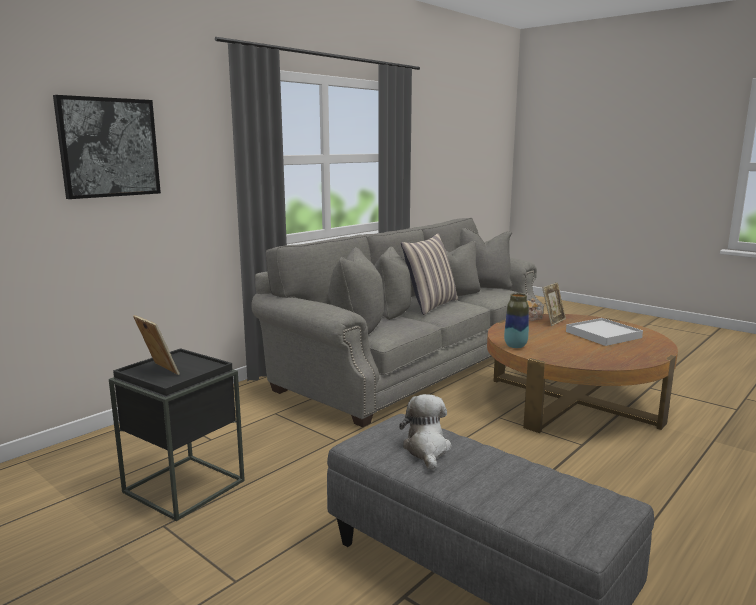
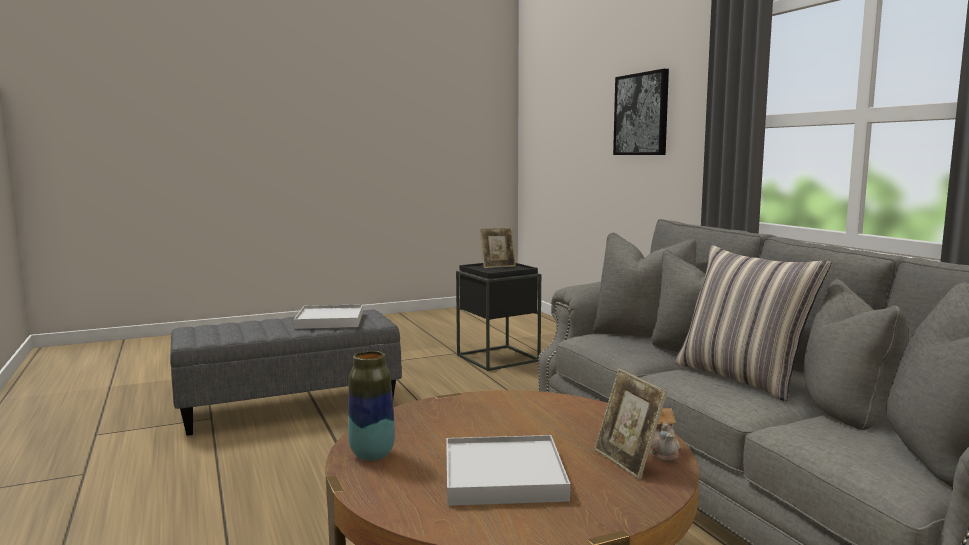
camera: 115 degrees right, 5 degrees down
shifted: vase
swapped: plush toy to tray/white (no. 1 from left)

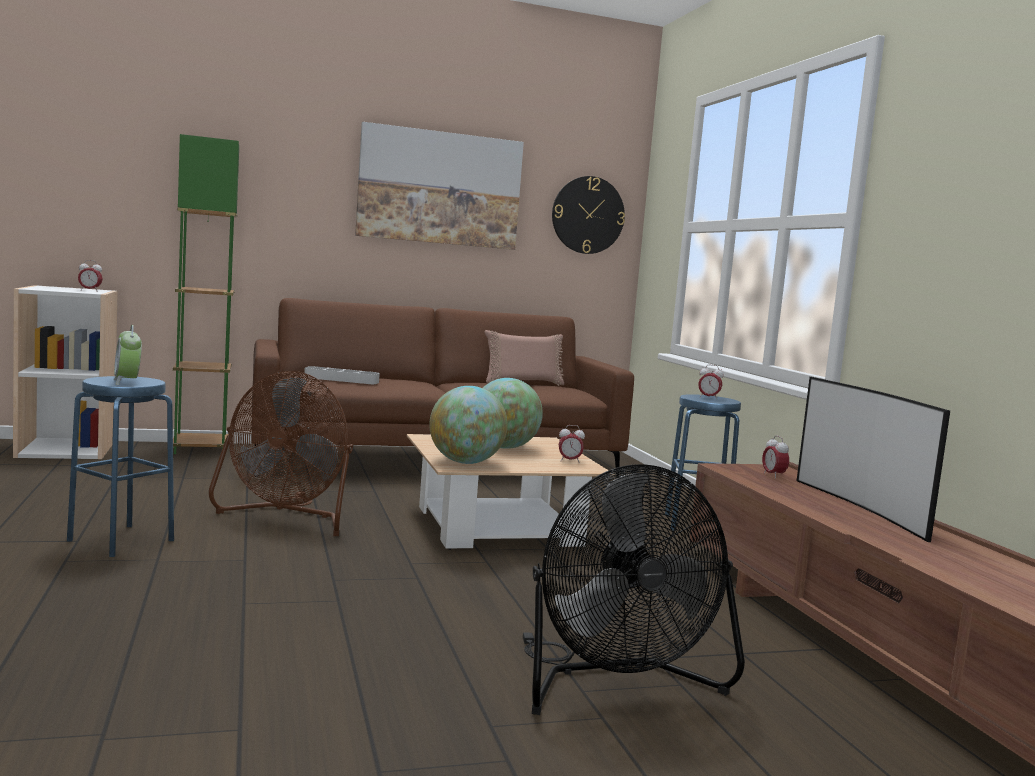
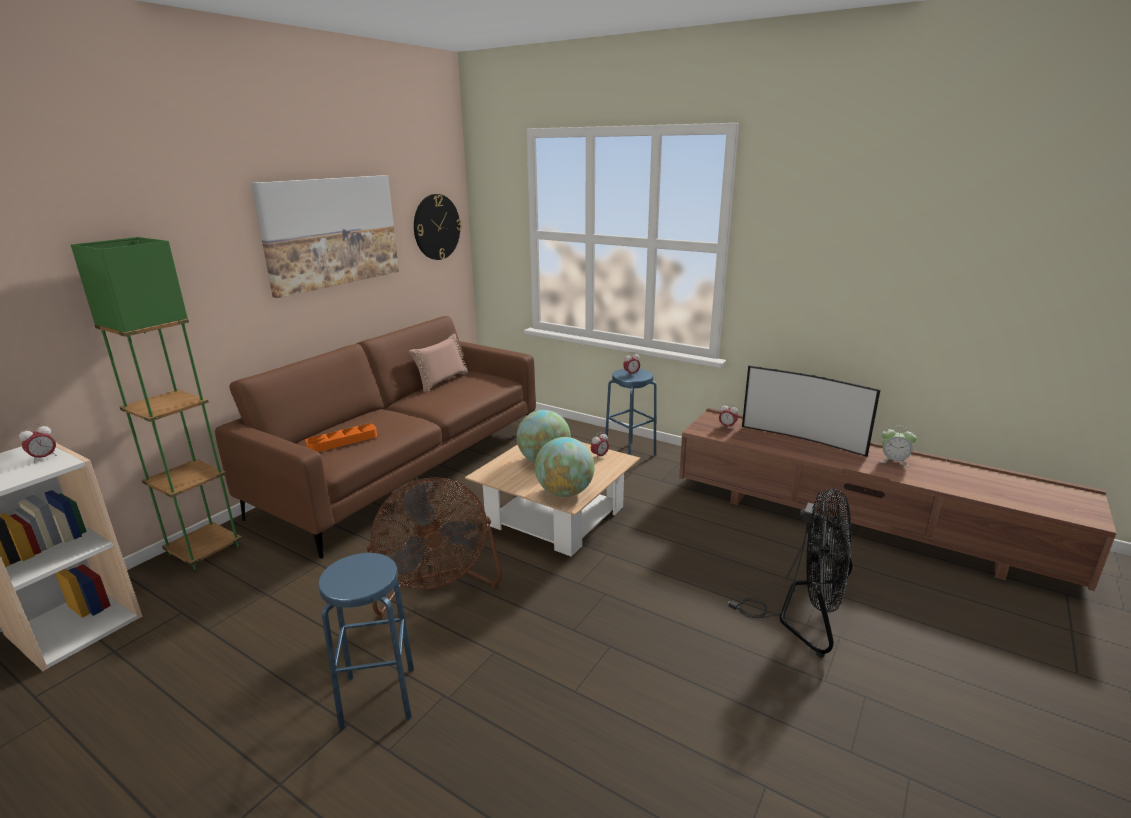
camera: 40 degrees left, 15 degrees up
shifted: alarm clock (no. 2 from left in the first image) to alarm clock (no. 5 from left)
repainted: tray/grey to tray/orange

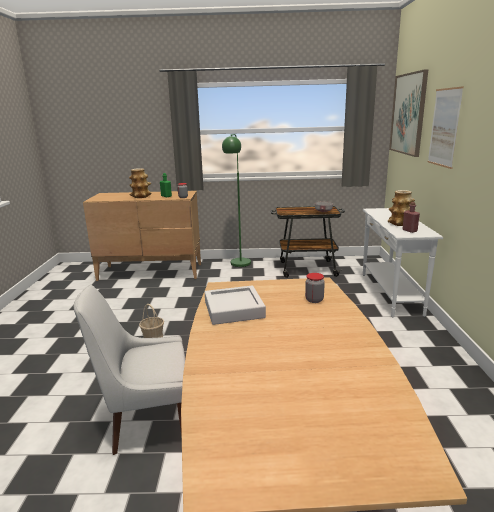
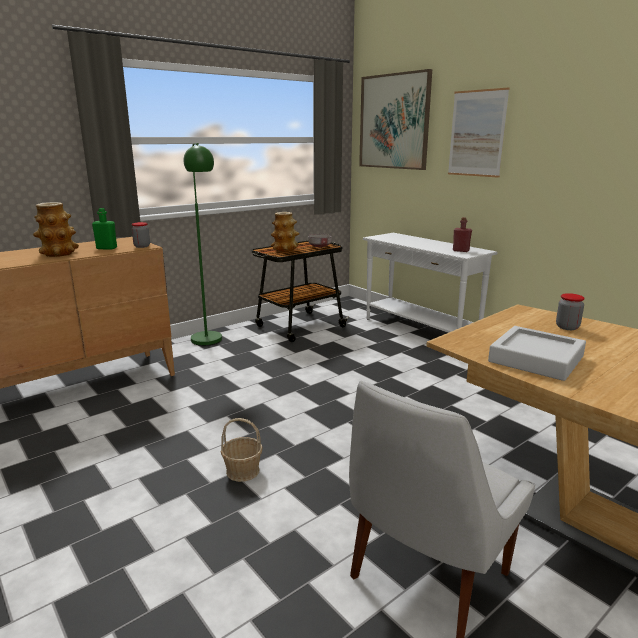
camera: 40 degrees left, 0 degrees up
shifted: vase (no. 2 from left)

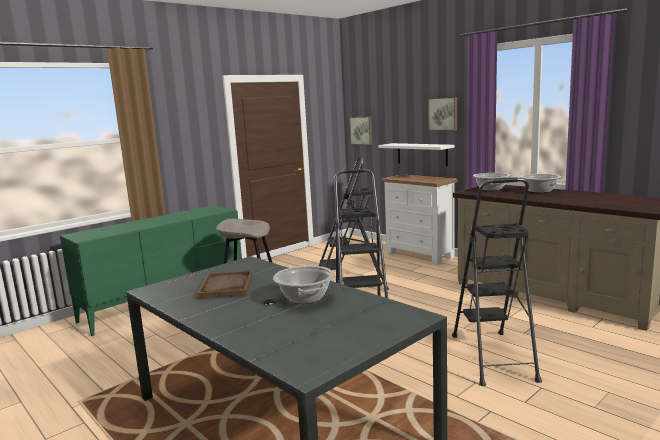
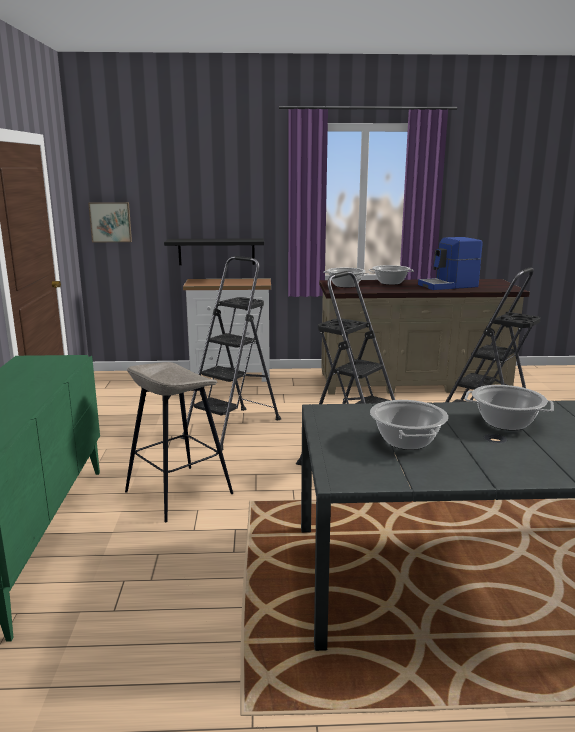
camera: 50 degrees left, 5 degrees up
gone: picture (no. 2 from left)
new: coffee machine
swapped: tray/brown to cooking pot (no. 3 from left)
repainted: shelf/white to shelf/black

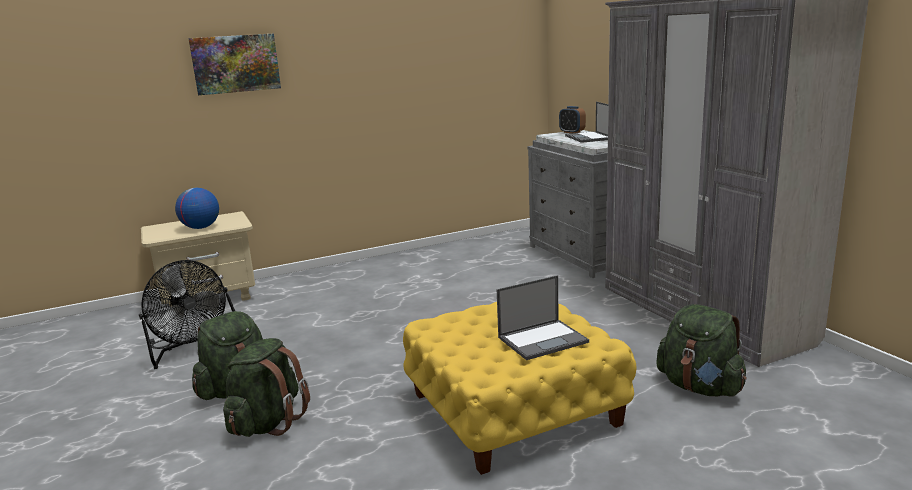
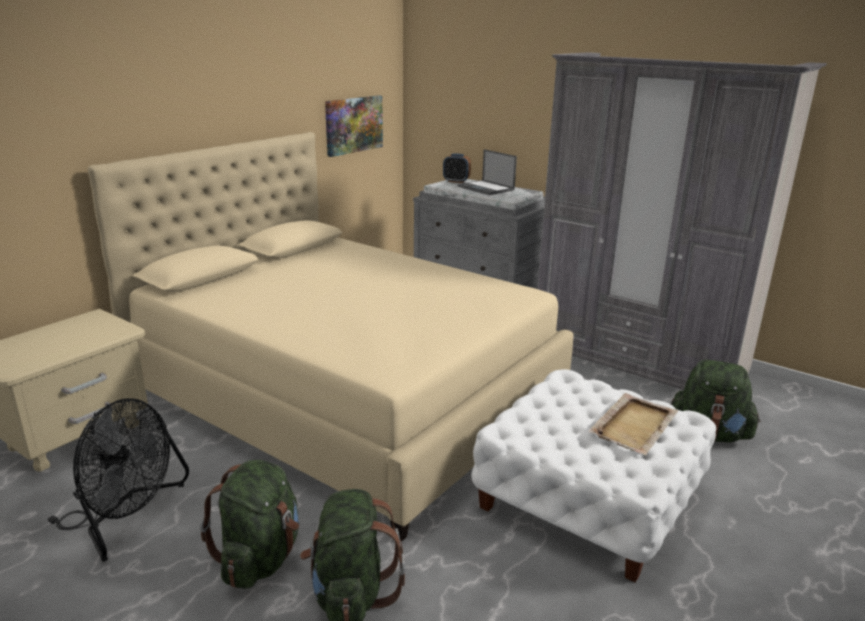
camera: 30 degrees left, 5 degrees up
gone: globe
new: bed/beige
shifted: picture
swapped: laptop (no. 1 from left) to tray/beige
repainted: ottoman/yellow to ottoman/white

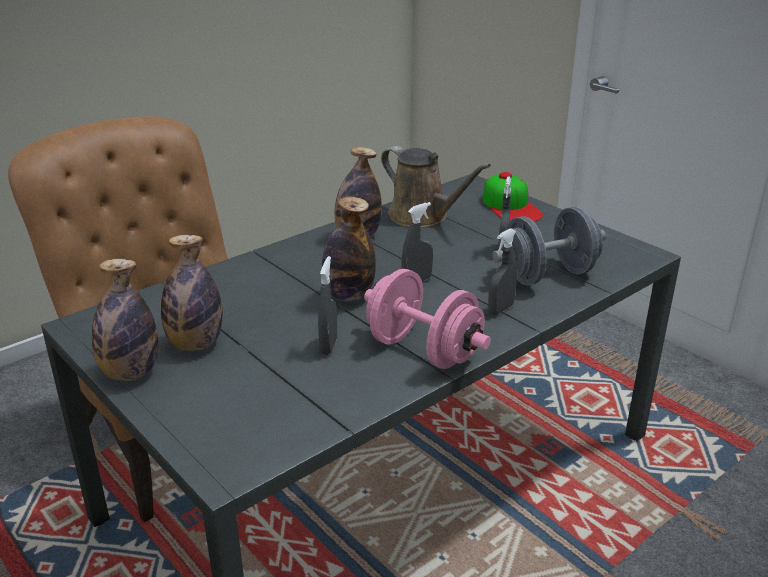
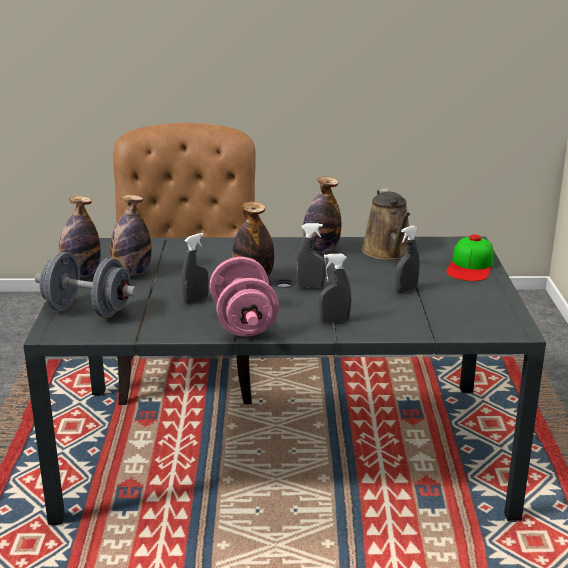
camera: 40 degrees right, 5 degrees down
shifted: dumbbell/grey

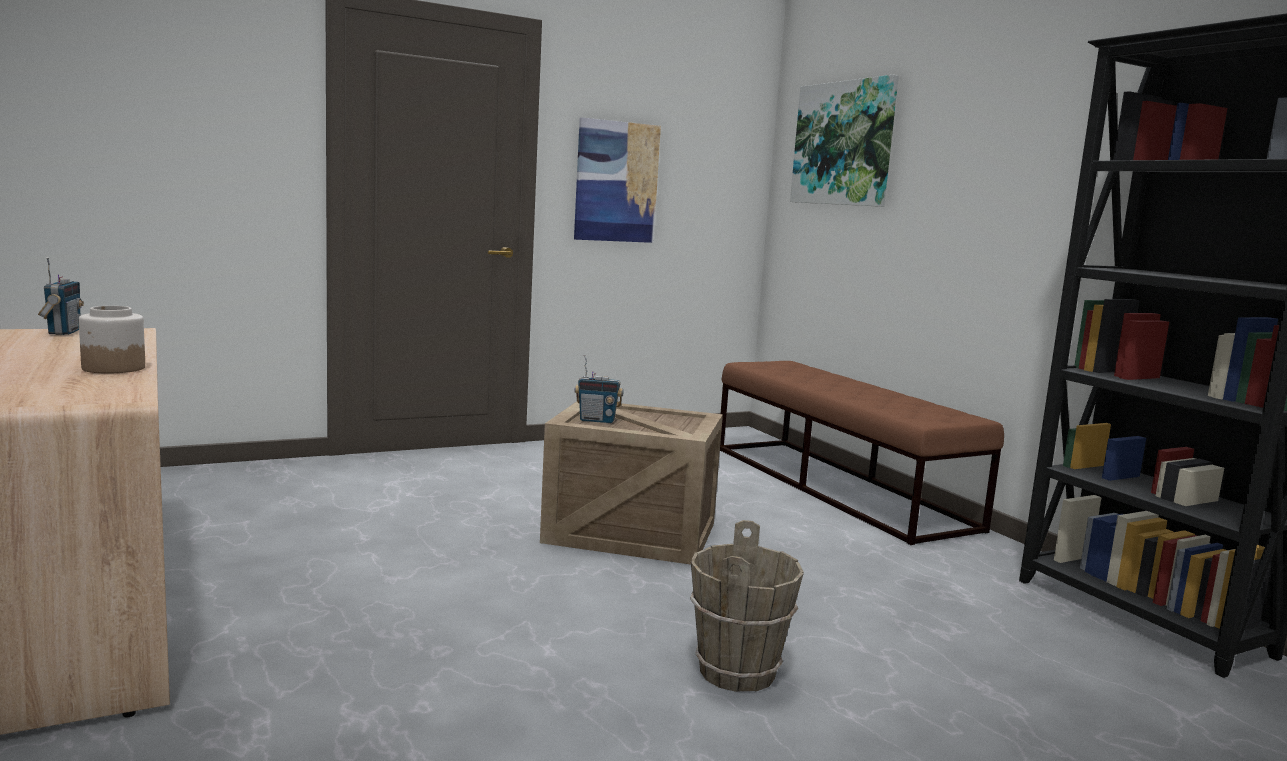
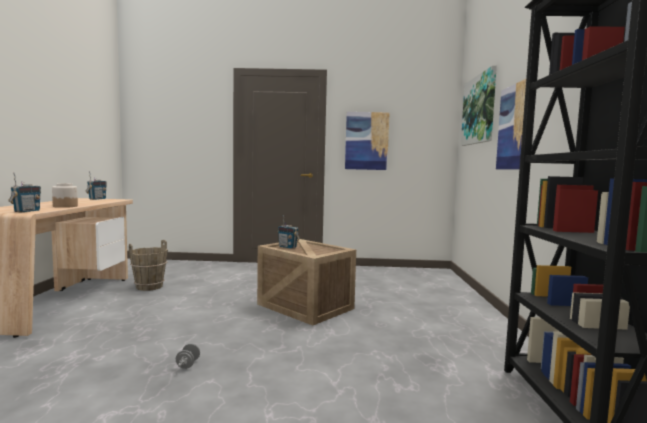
camera: 30 degrees right, 5 degrees down
gone: bench/brown
new: radio (no. 1 from left); dumbbell/grey; picture (no. 3 from left)
shifted: bucket/brown

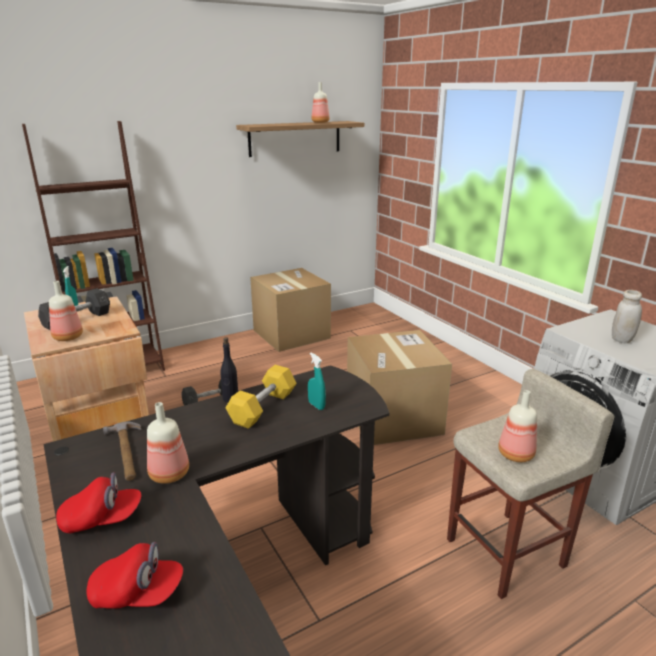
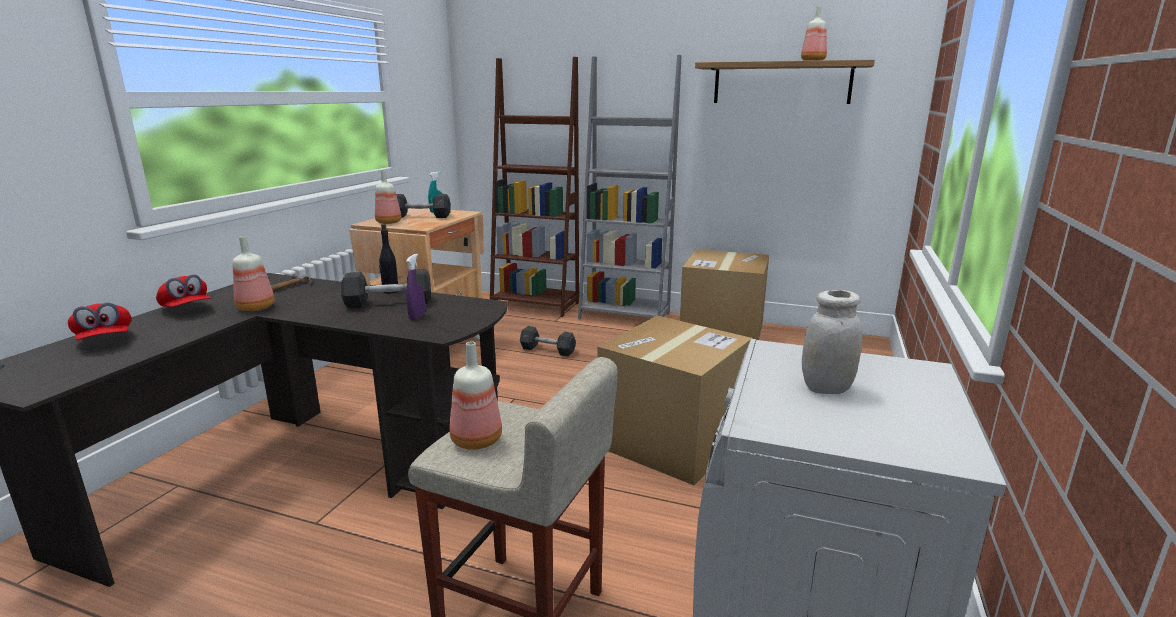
camera: 50 degrees right, 5 degrees down
new: bookcase/grey
repainted: dumbbell/yellow to dumbbell/grey (no. 1 from left); spray bottle/turquoise (no. 2 from left) to spray bottle/purple

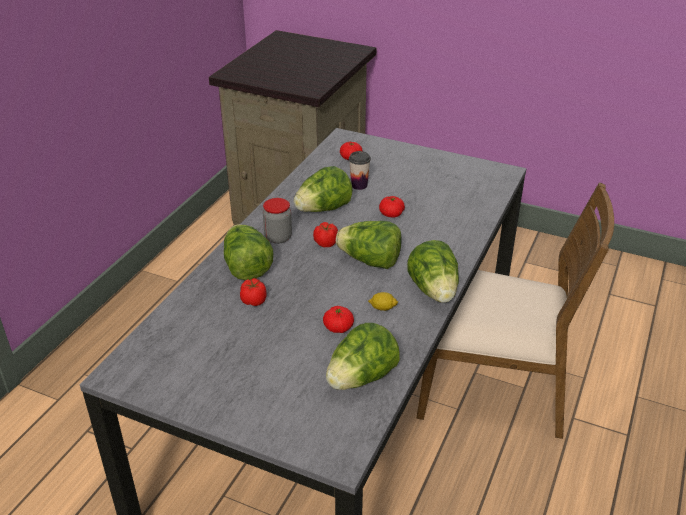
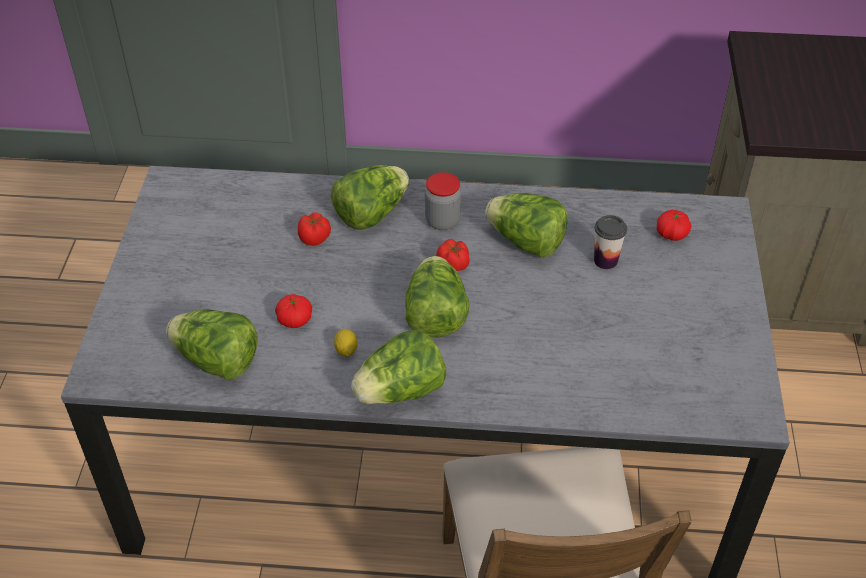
camera: 70 degrees right, 10 degrees up
gone: tomato (no. 5 from left)

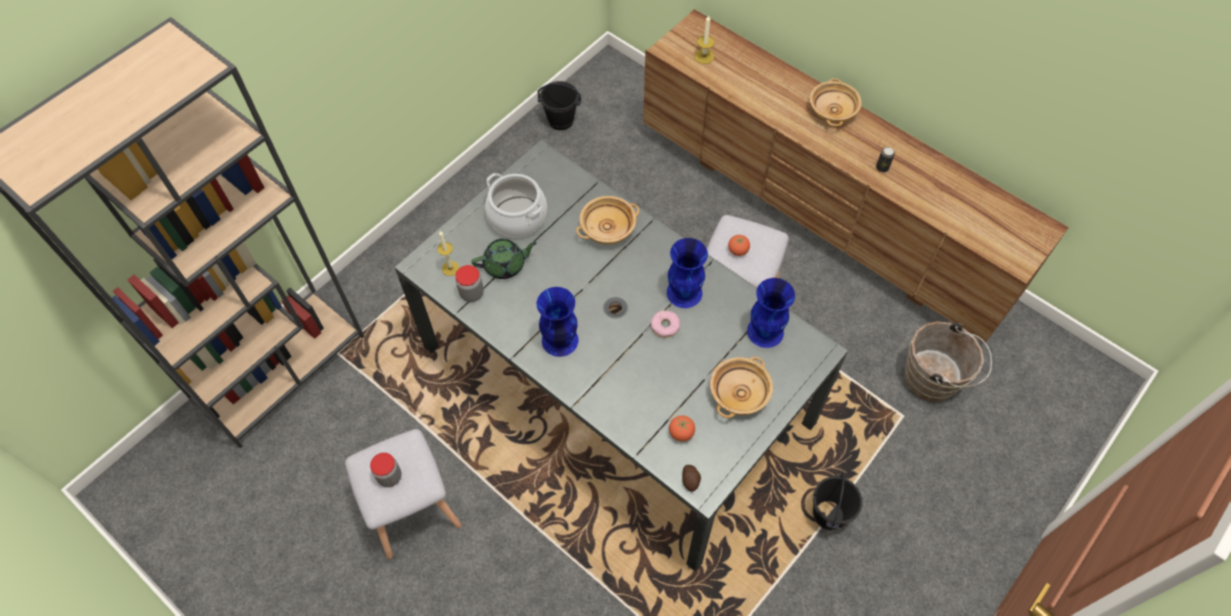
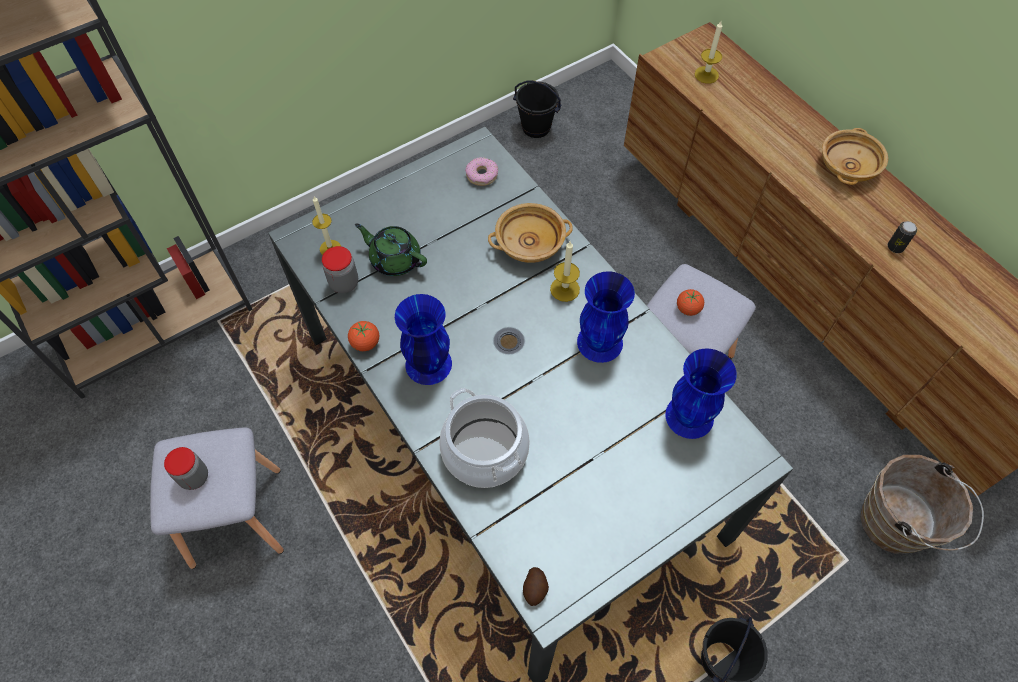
camera: 15 degrees right, 0 degrees up
gone: bowl/beige (no. 2 from left)
new: candle (no. 2 from left)
shifted: tomato (no. 1 from left); cooking pot; donut
rotated: teapot/green 150 degrees counterclockwise

